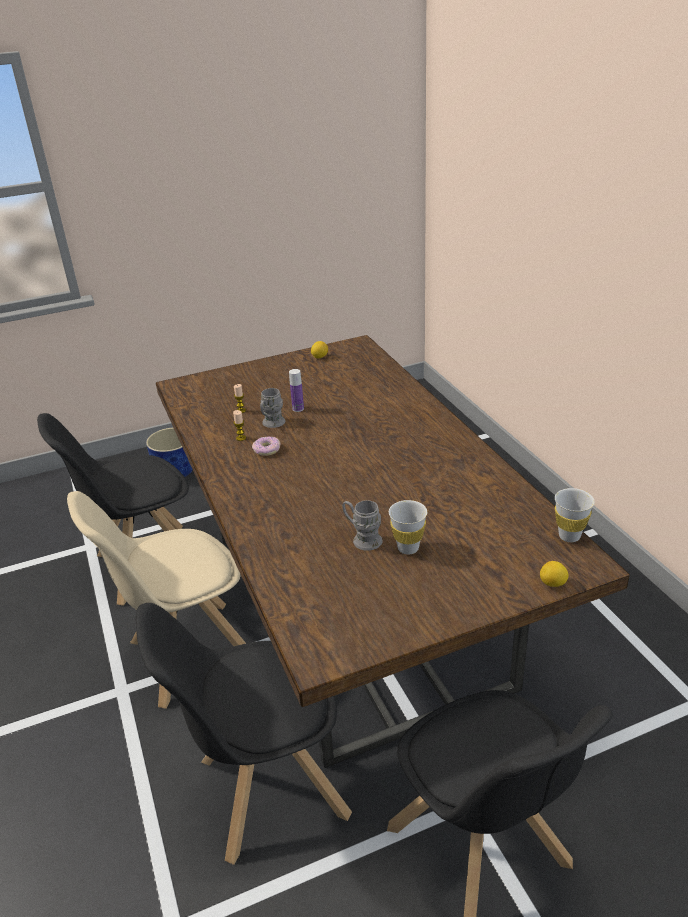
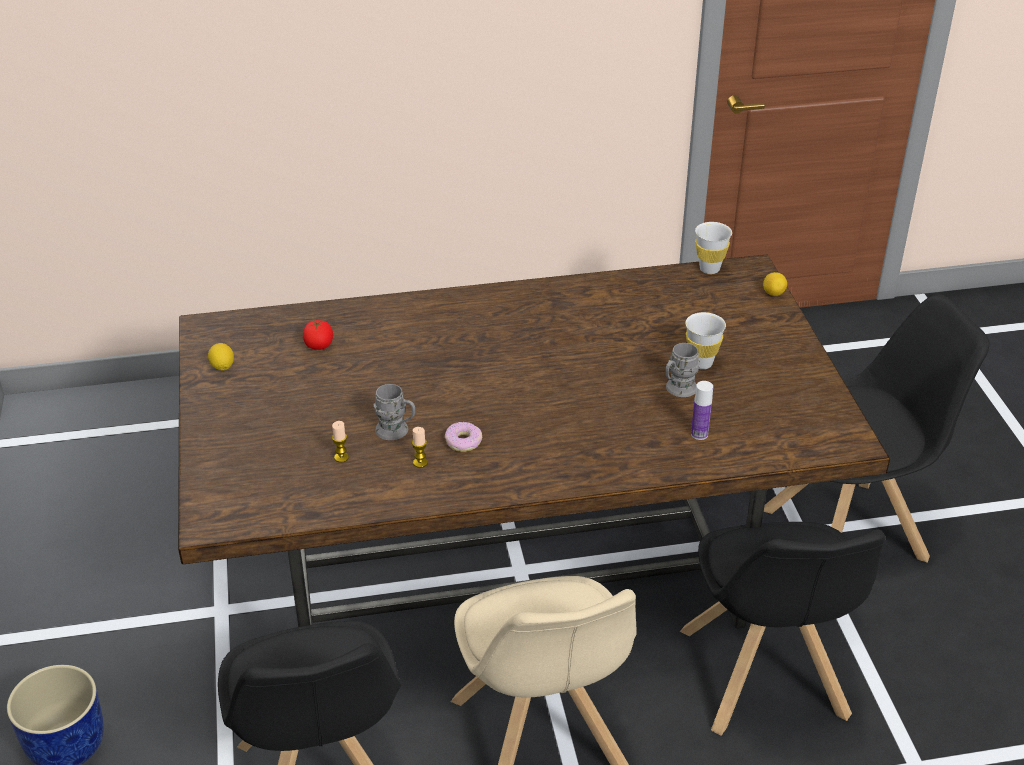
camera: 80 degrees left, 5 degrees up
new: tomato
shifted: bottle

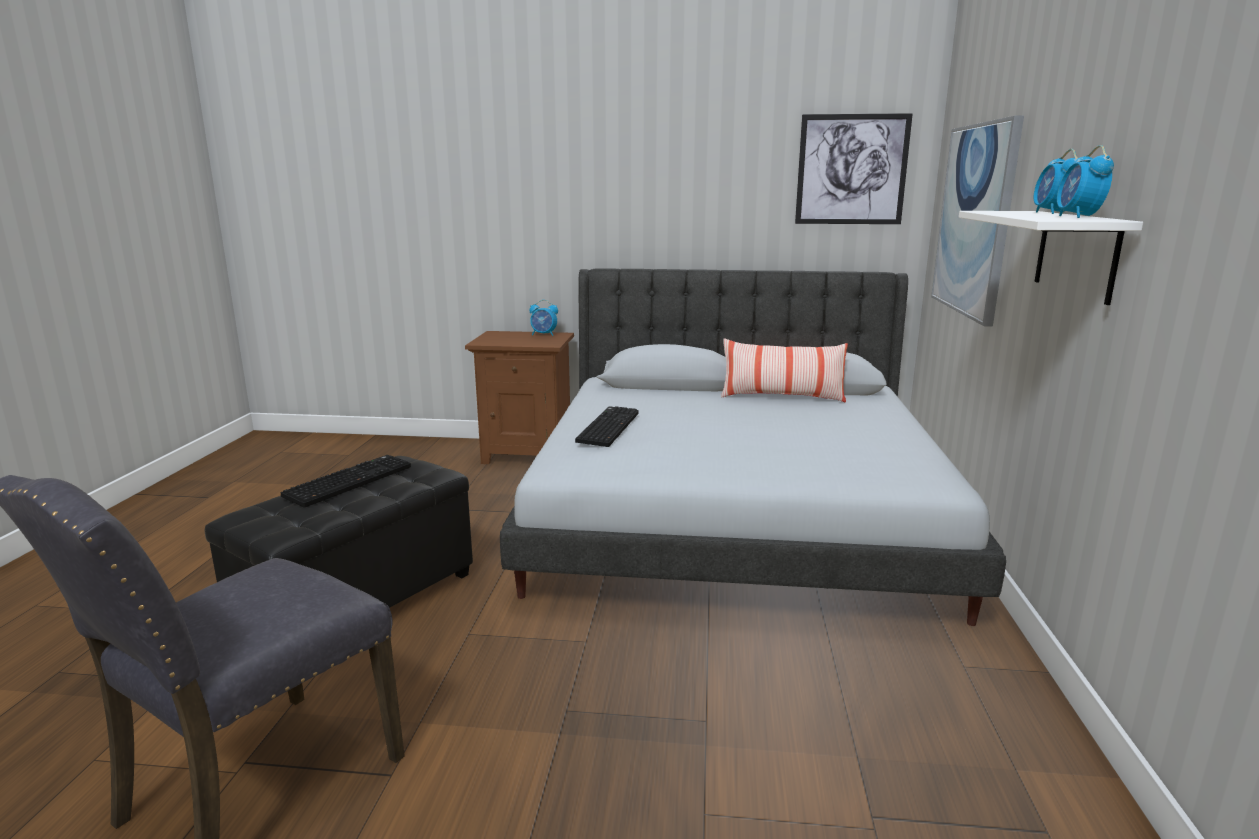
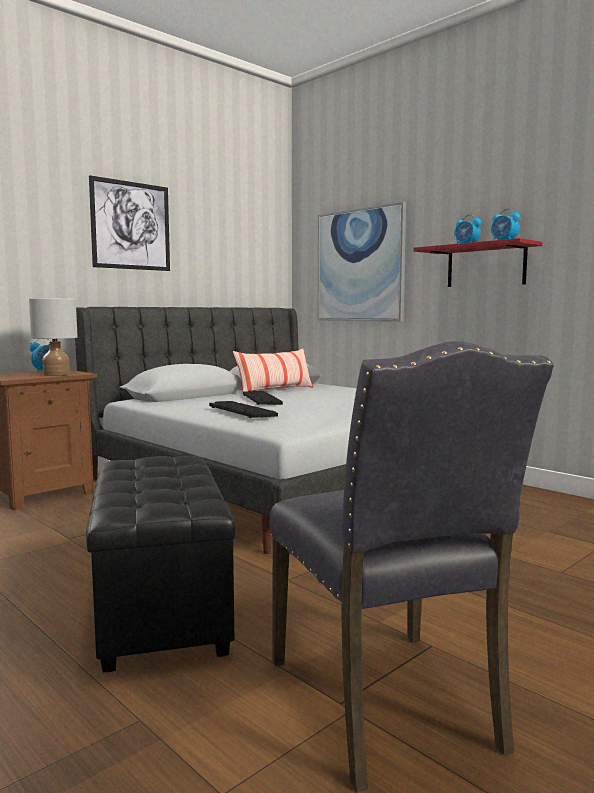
camera: 50 degrees left, 10 degrees down
new: table lamp/grey
shifted: picture (no. 1 from left); keyboard (no. 1 from left in the first image) to keyboard (no. 2 from left)
repainted: shelf/white to shelf/red

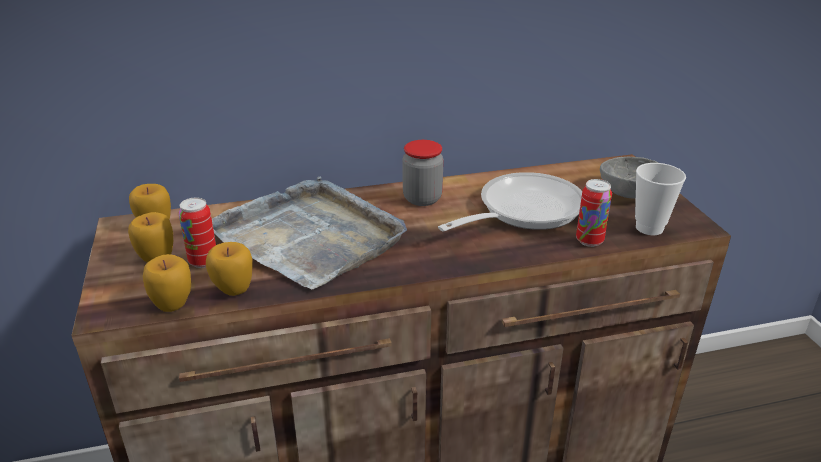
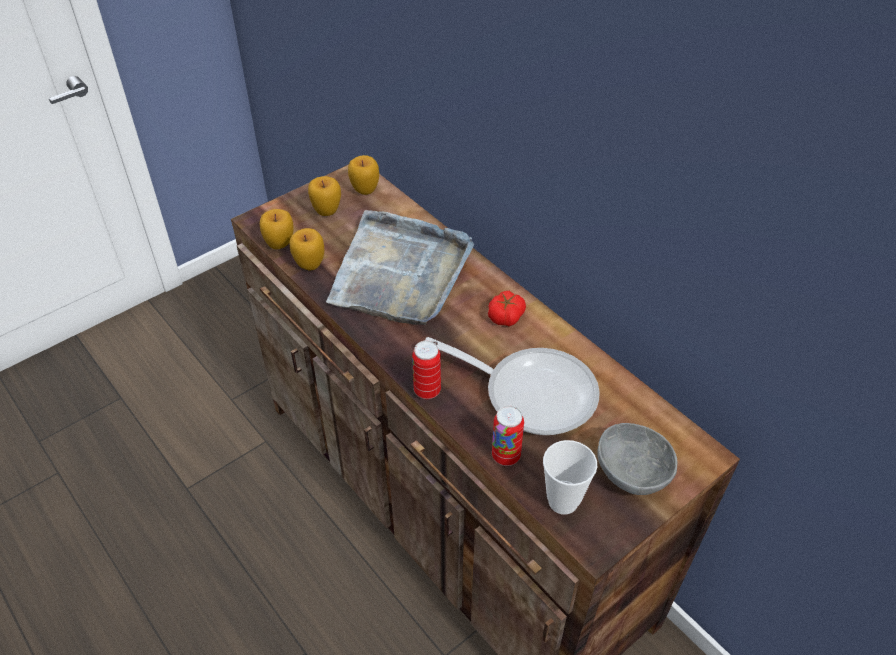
camera: 65 degrees right, 15 degrees up
shifted: can (no. 1 from left)
swapped: jar to tomato

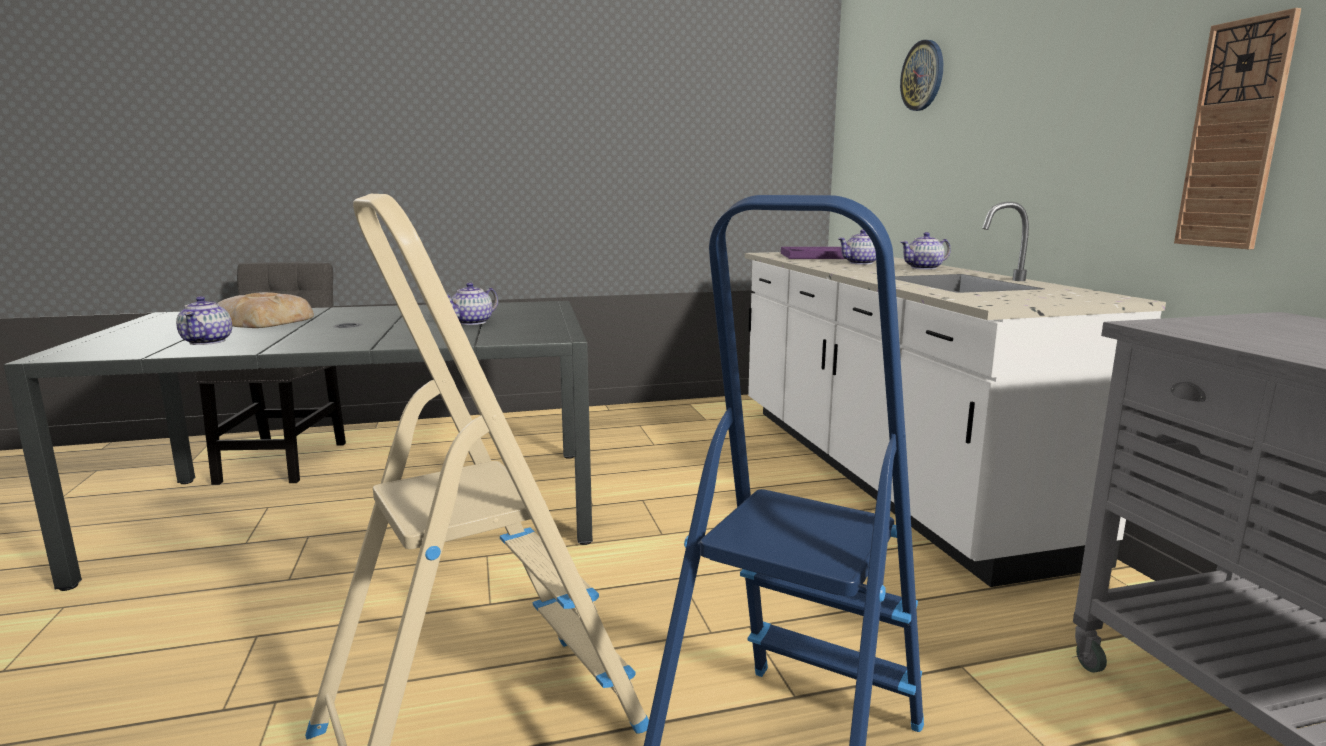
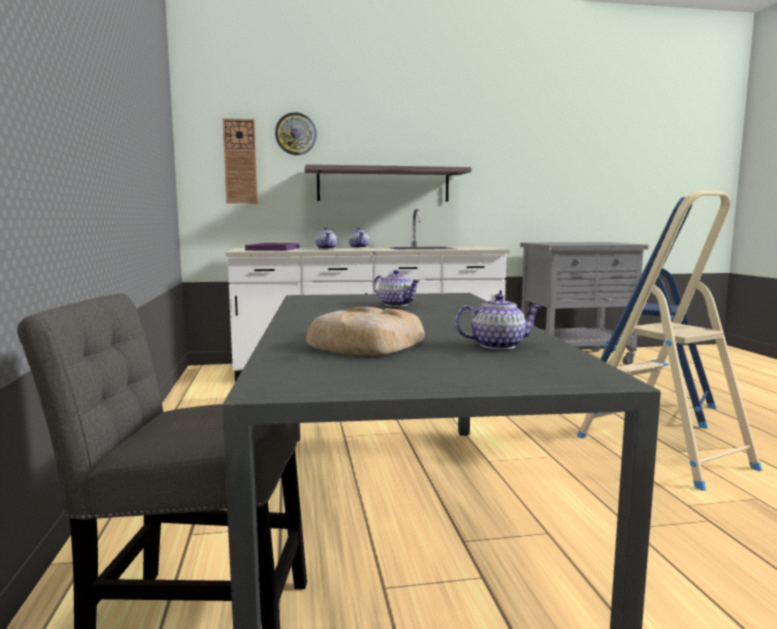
camera: 85 degrees left, 5 degrees down
new: shelf
shifted: wall clock (no. 2 from left in the first image) to wall clock (no. 1 from left)

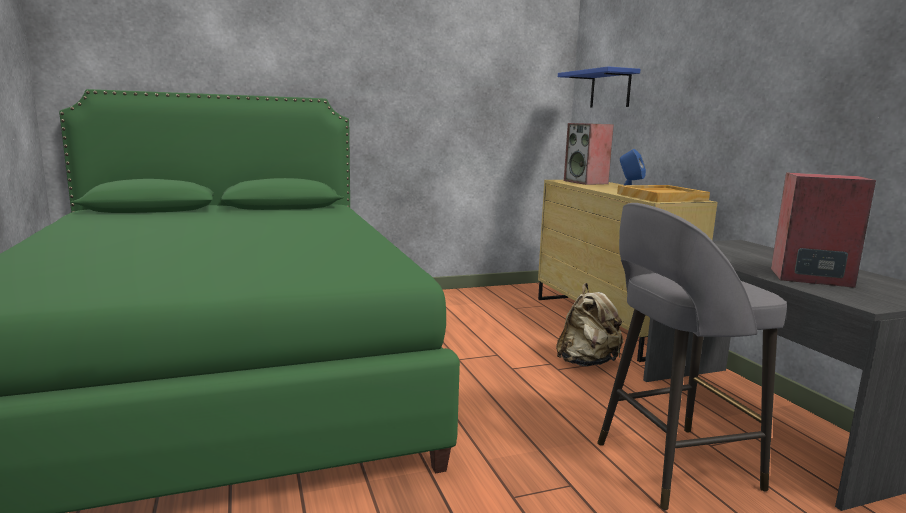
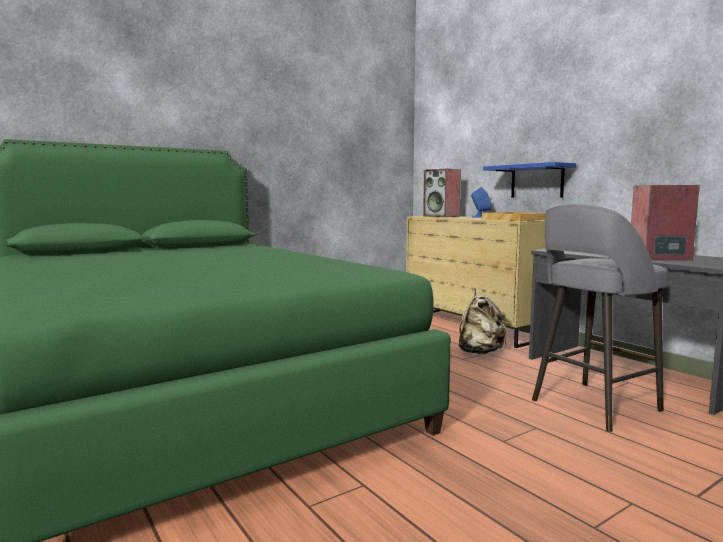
camera: 15 degrees left, 5 degrees down
shifted: shelf/blue

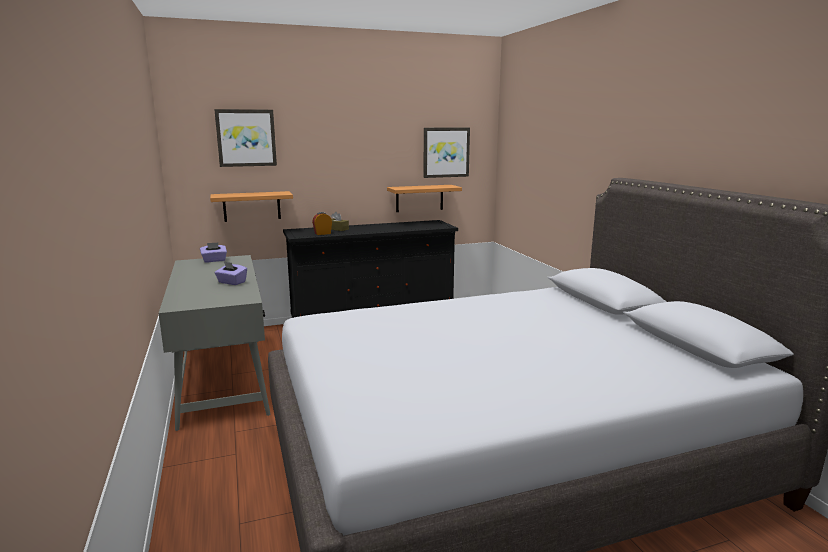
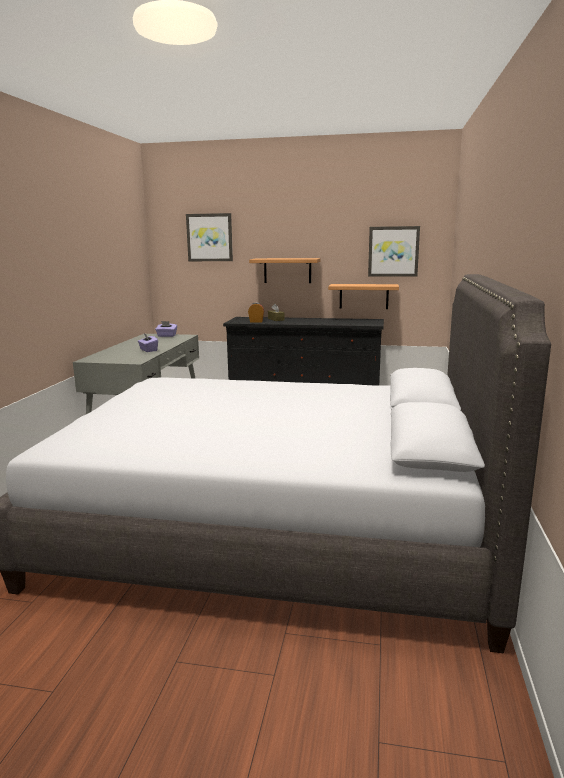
camera: 30 degrees right, 0 degrees up
shifted: shelf (no. 1 from left)

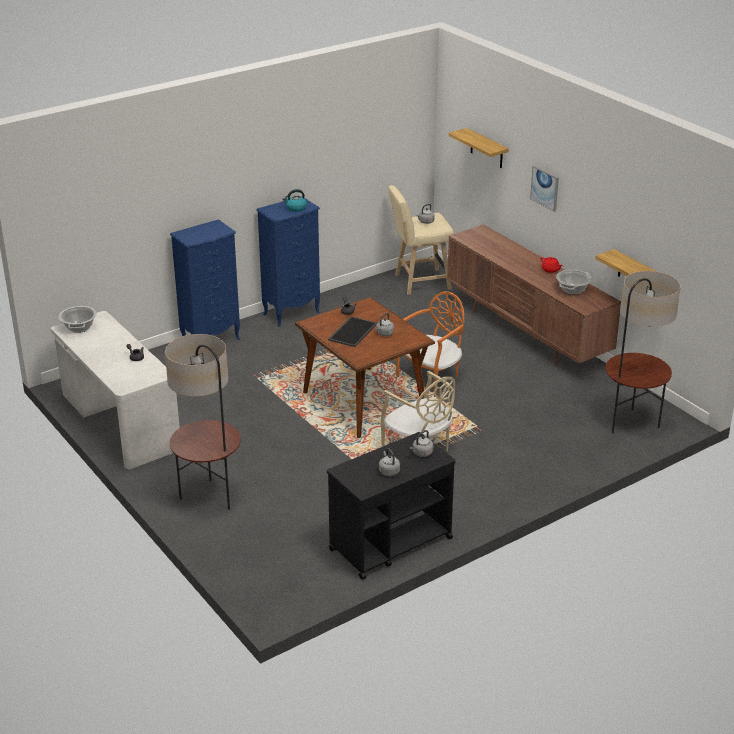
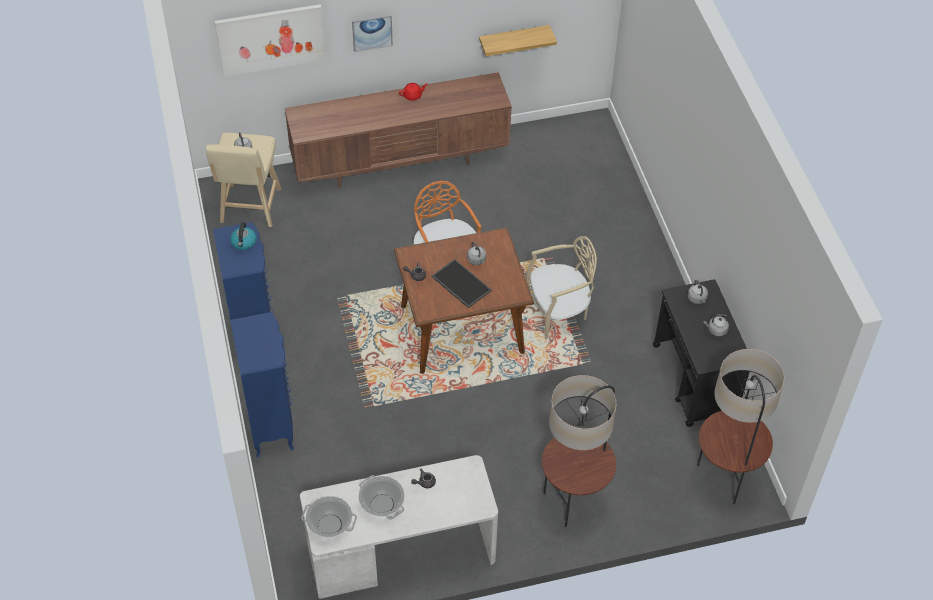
camera: 70 degrees left, 20 degrees up
shifted: cooking pot (no. 2 from left); floor lamp (no. 2 from left)
swapped: shelf (no. 1 from left) to picture (no. 1 from left)

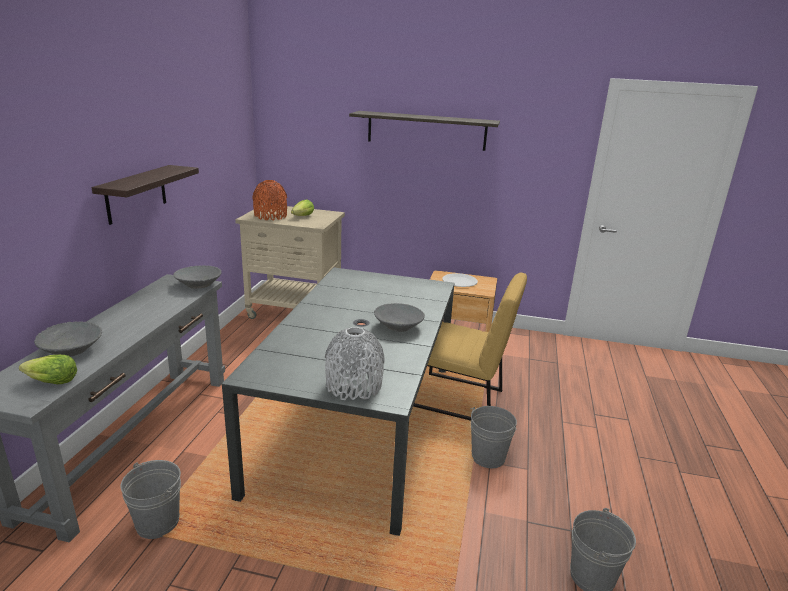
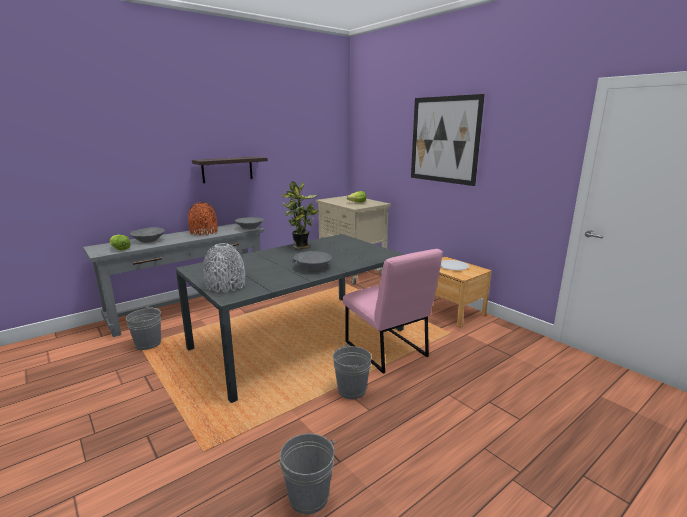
camera: 40 degrees right, 5 degrees down
new: potted plant
shifted: vase/orange
swapped: shelf (no. 2 from left) to picture
repainted: chair/yellow to chair/pink

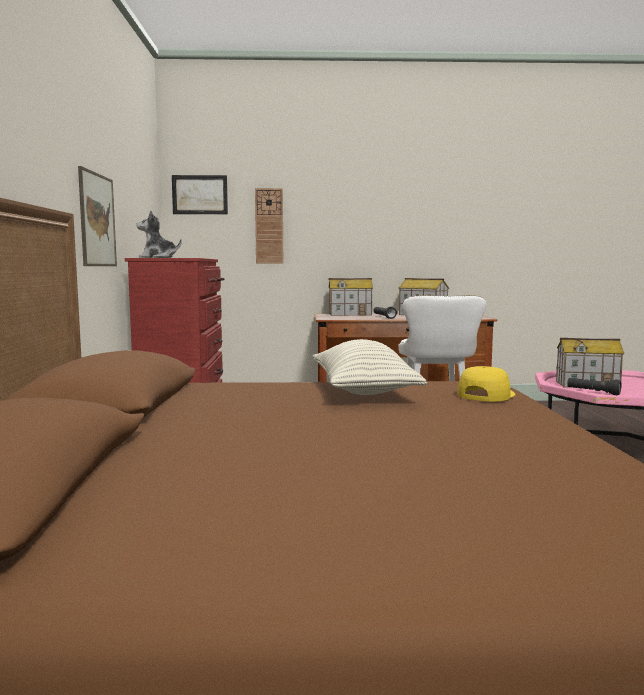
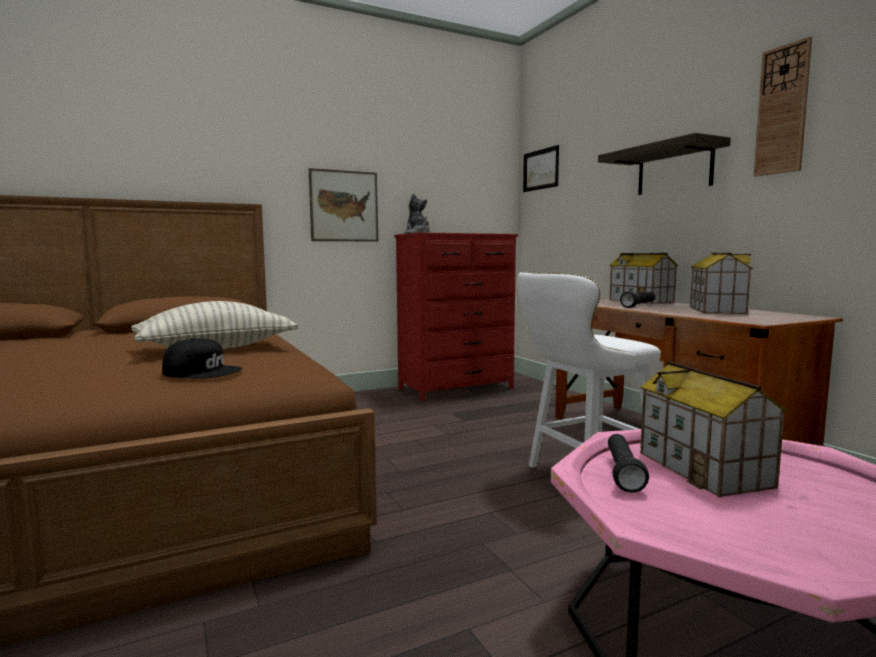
camera: 65 degrees right, 0 degrees up
new: shelf
shifted: wall clock
repainted: cap/yellow to cap/black

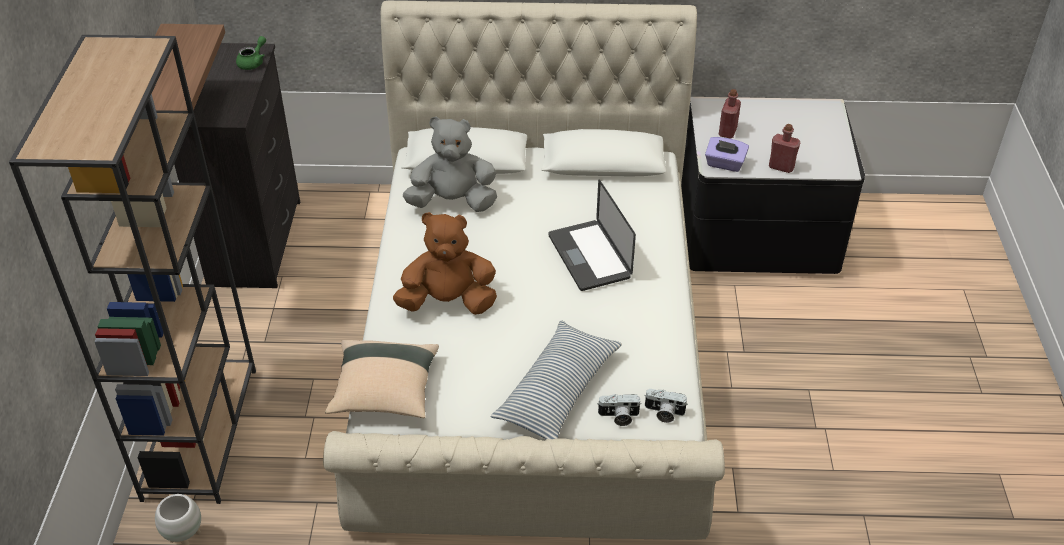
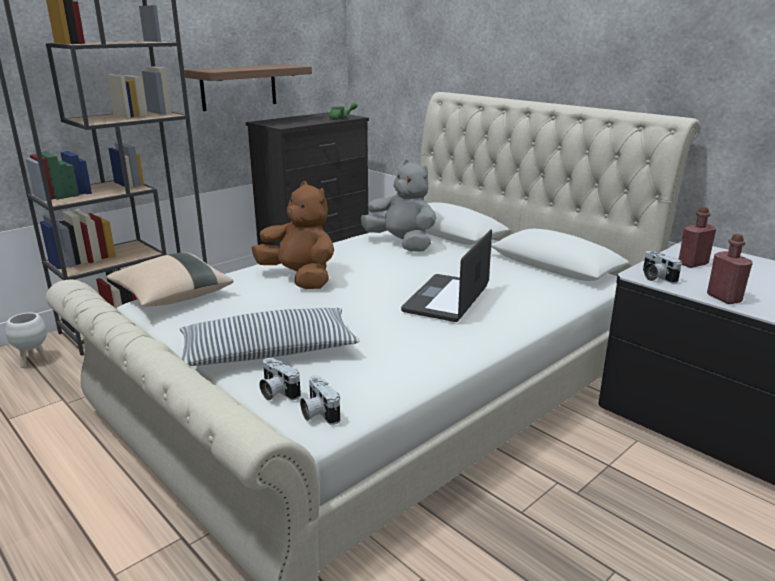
camera: 45 degrees right, 20 degrees down
swapped: tissue box/purple to photo camera (no. 3 from left)

